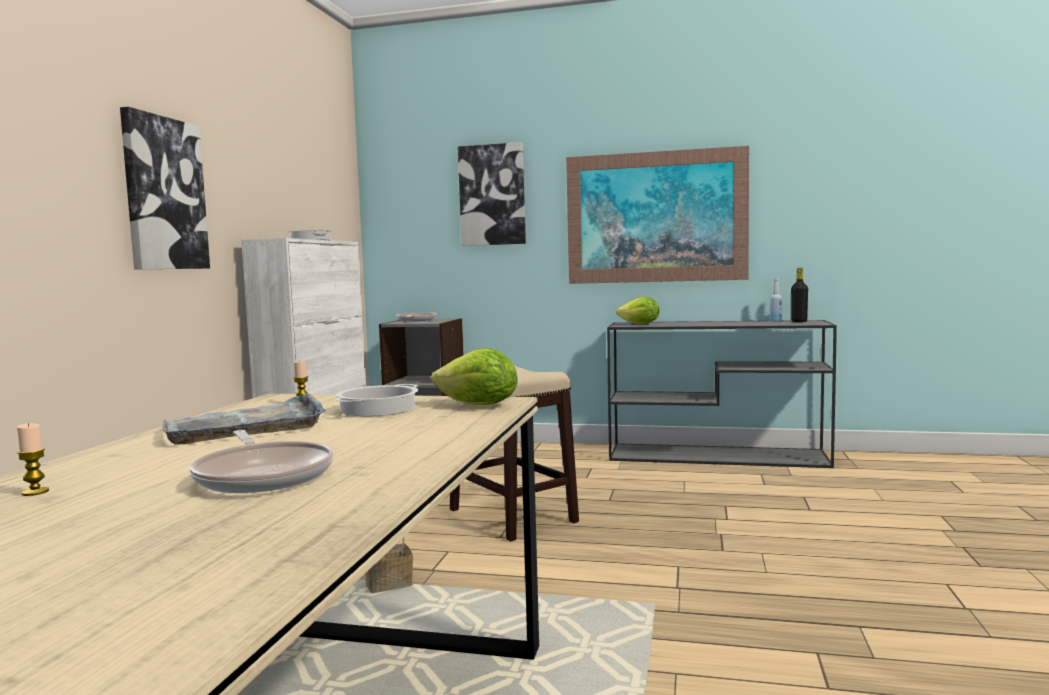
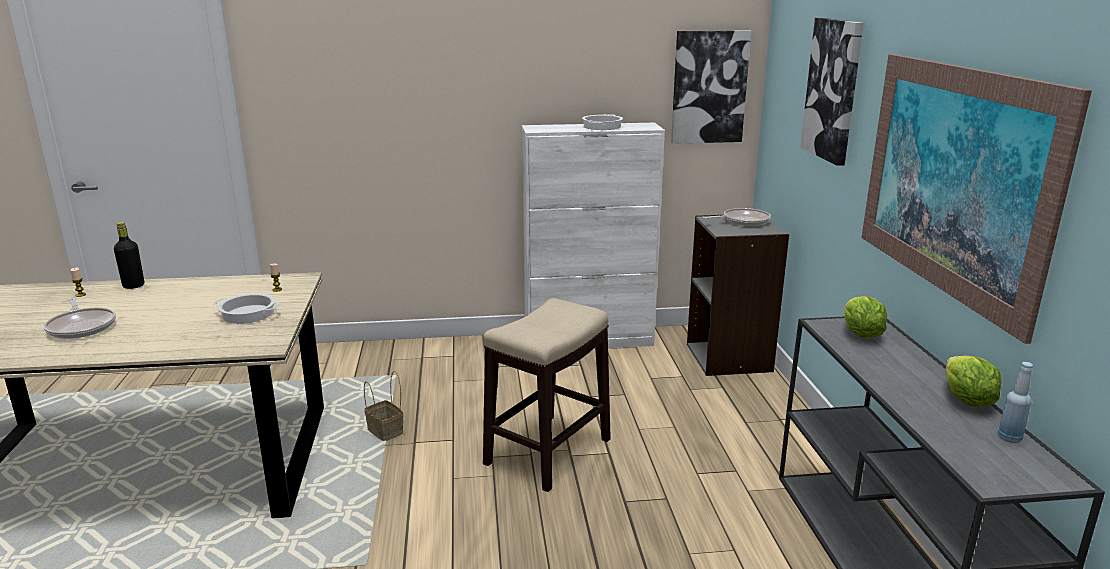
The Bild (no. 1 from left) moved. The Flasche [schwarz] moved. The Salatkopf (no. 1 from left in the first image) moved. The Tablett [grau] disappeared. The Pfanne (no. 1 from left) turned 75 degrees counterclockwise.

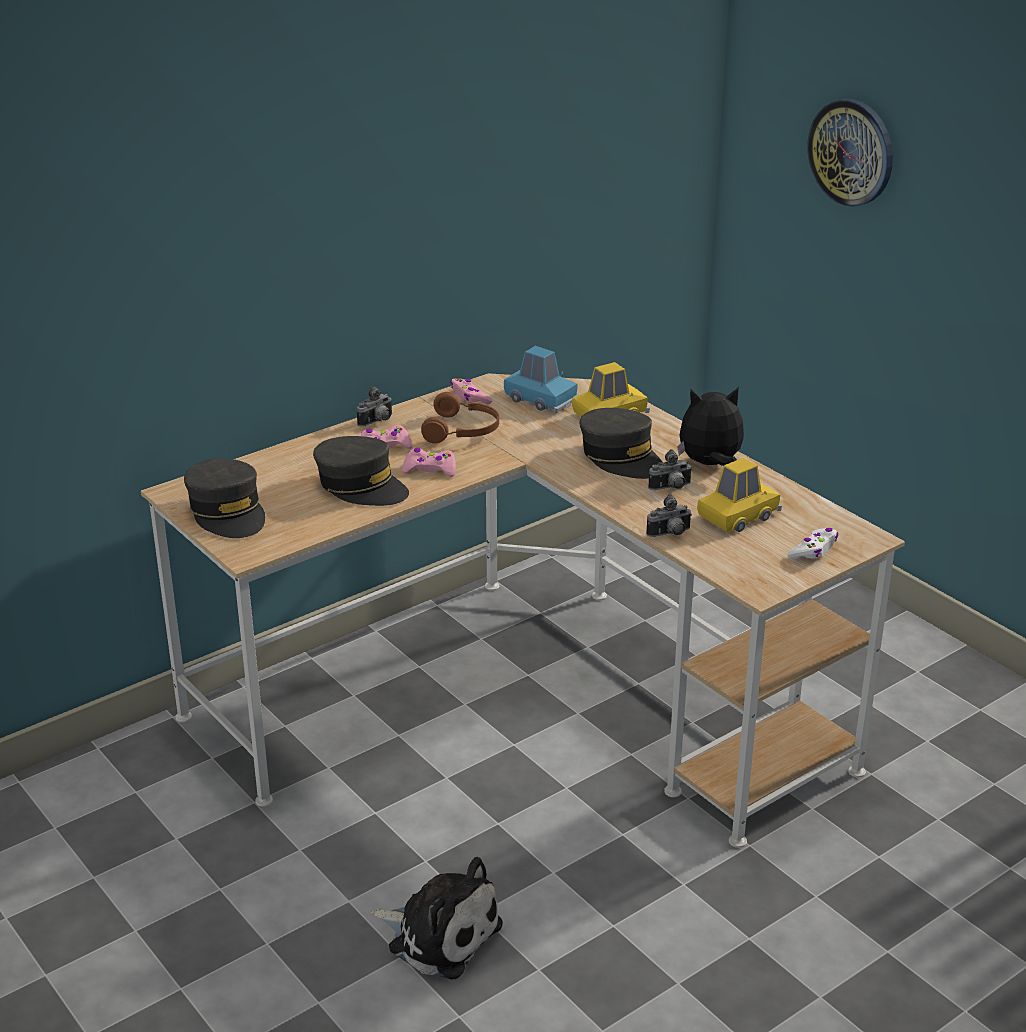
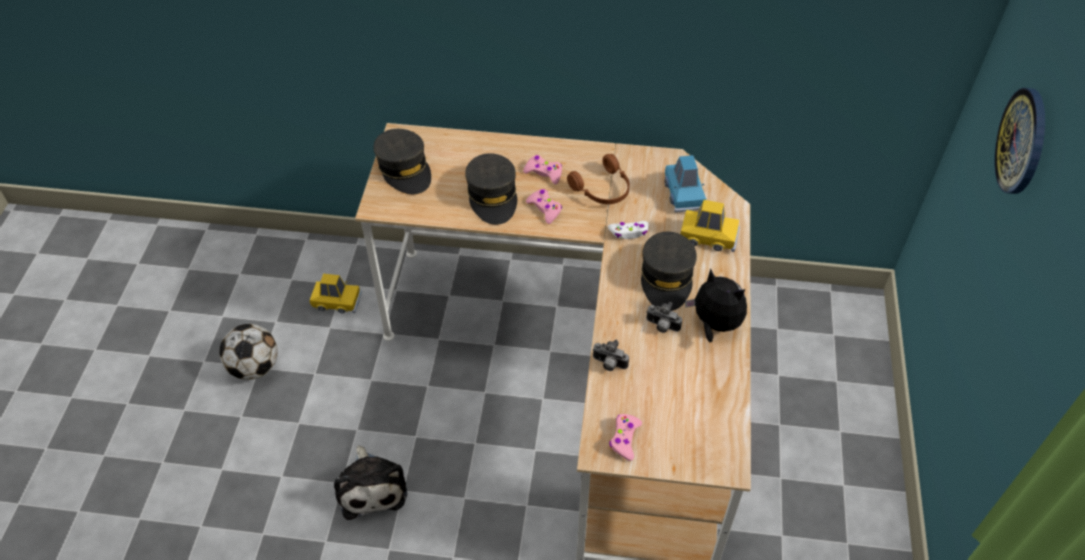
The Gamepad [rosa] (no. 3 from left) moved. The Kamera (no. 1 from left) disappeared. The Kappe [grau] (no. 1 from left) turned 45 degrees counterclockwise. The Spielzeugauto [gelb] (no. 2 from left in the first image) moved. The Gamepad [weiß] moved. The Fußball appeared.

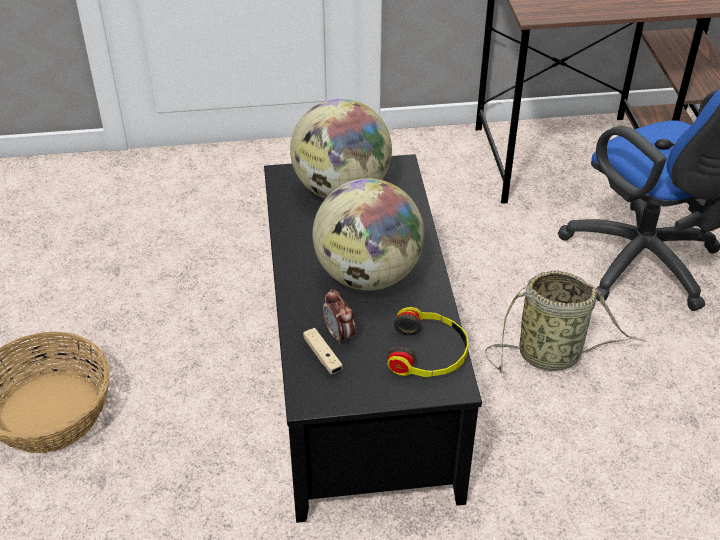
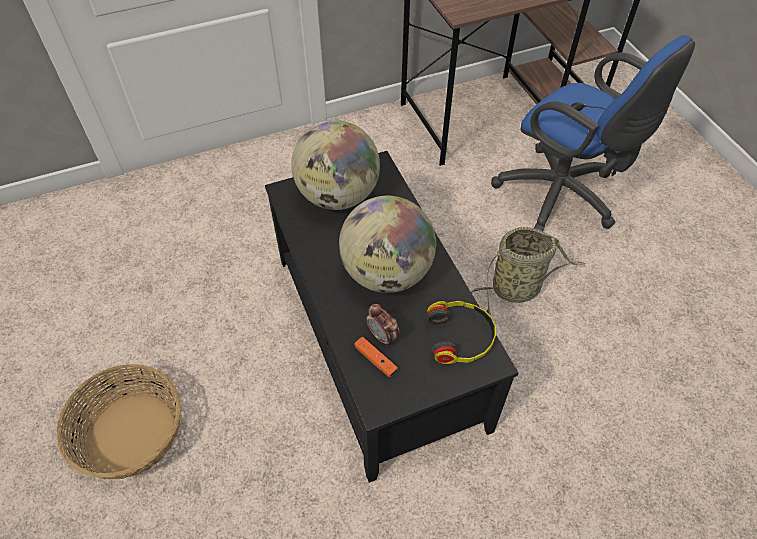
The Gamepad [beige] became the Gamepad [orange].

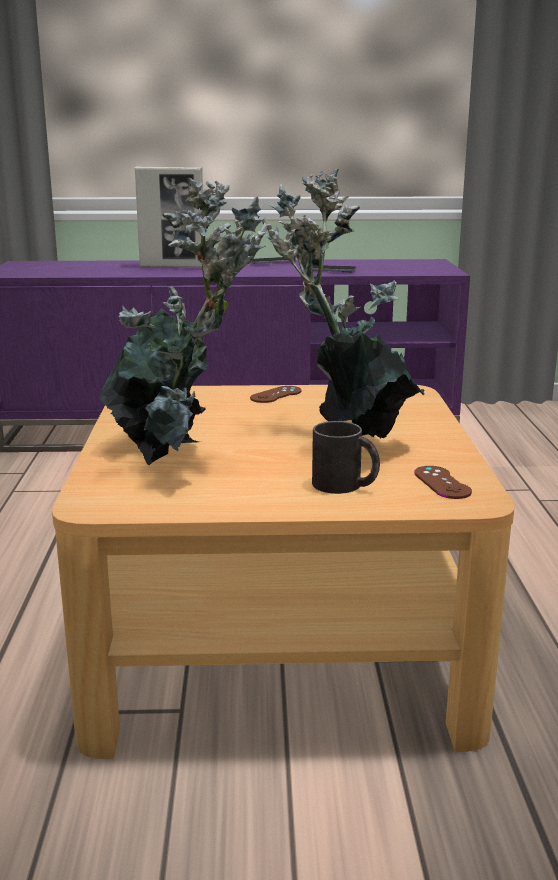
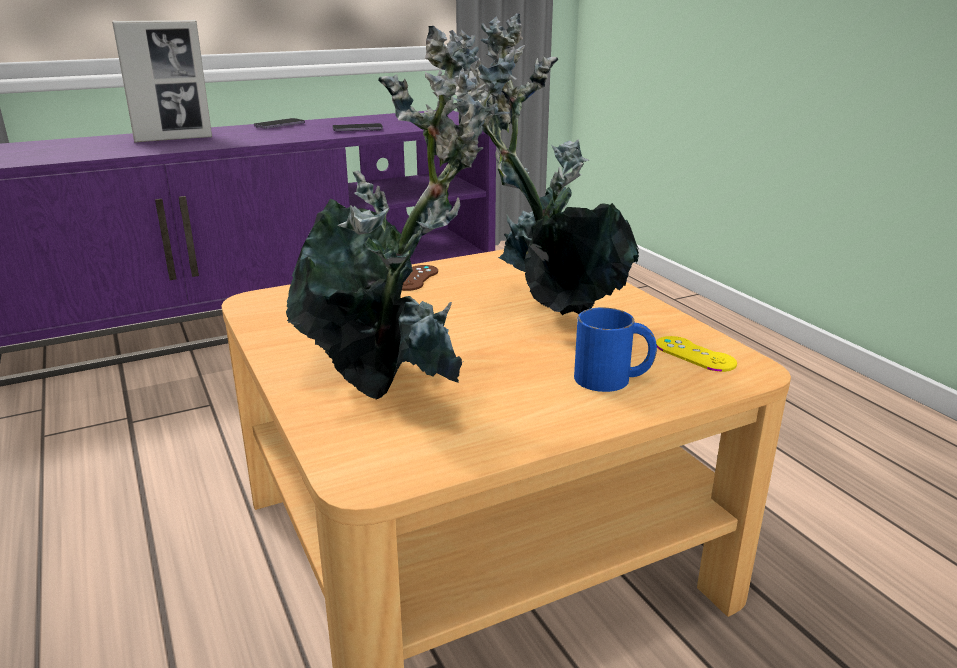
The Henkelbecher [schwarz] became the Henkelbecher [blau]. The Gamepad [braun] (no. 2 from left) became the Gamepad [gelb].

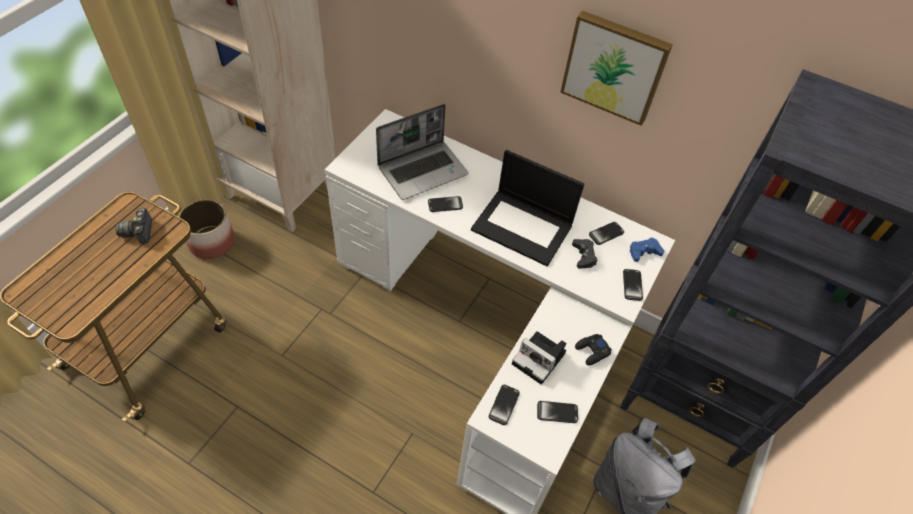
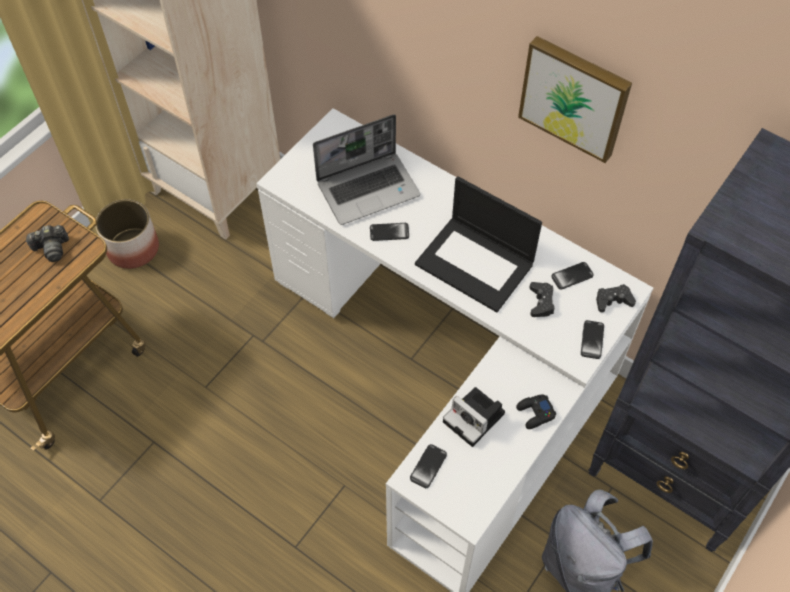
The Kamera (no. 1 from left) turned 105 degrees counterclockwise. The Gamepad [blau] became the Gamepad [schwarz] (no. 3 from left). The Handy (no. 3 from left) disappeared.

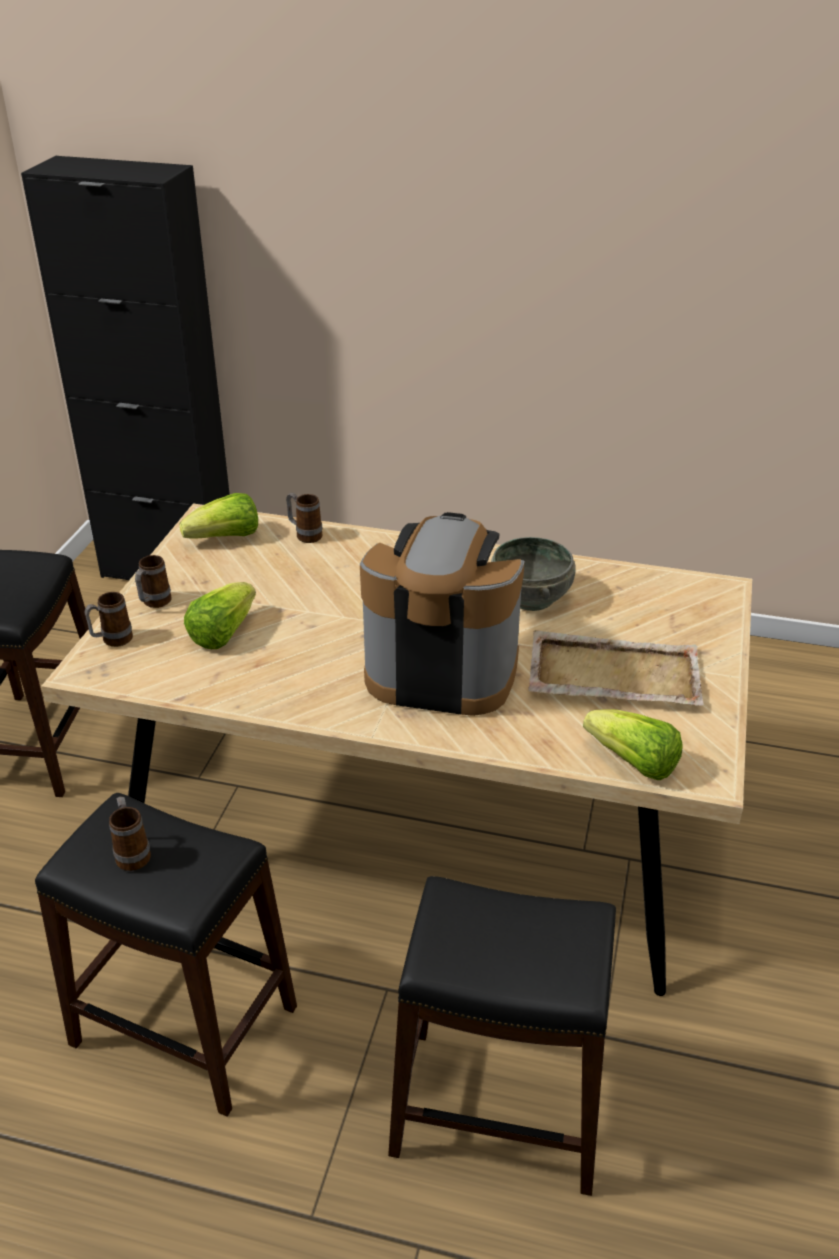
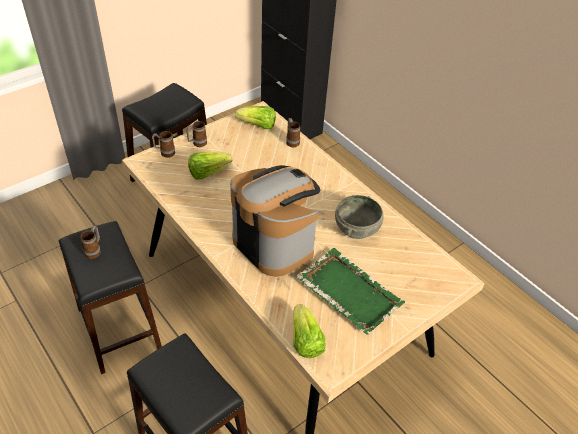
The Tablett [beige] became the Tablett [grün].

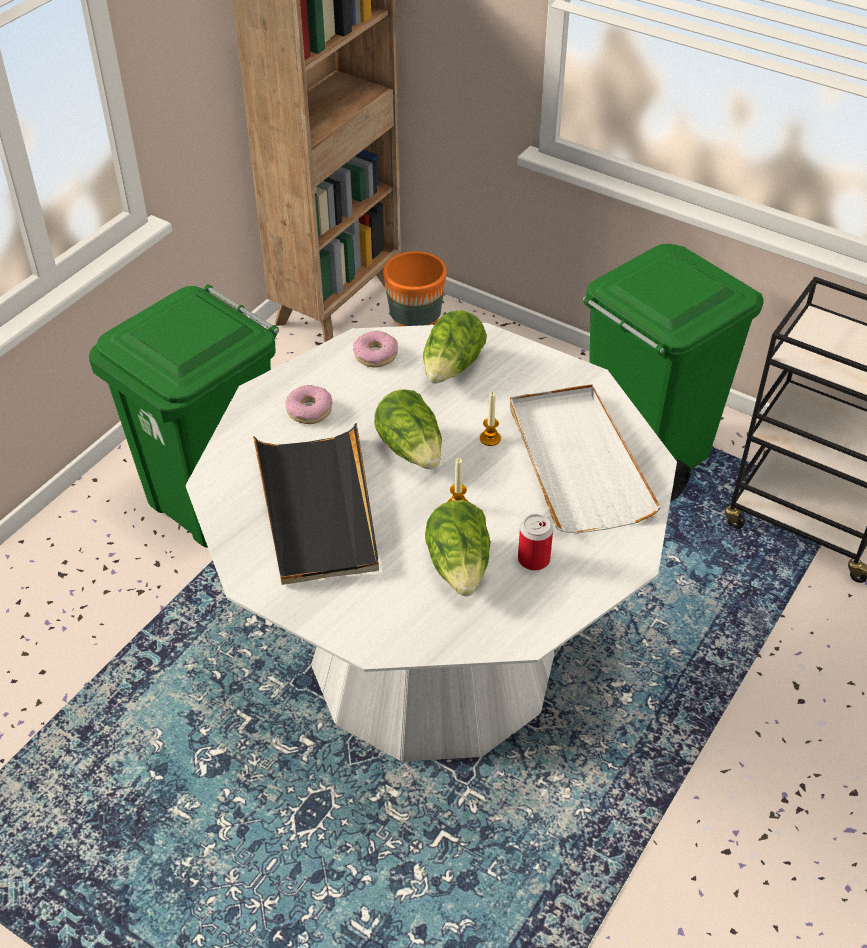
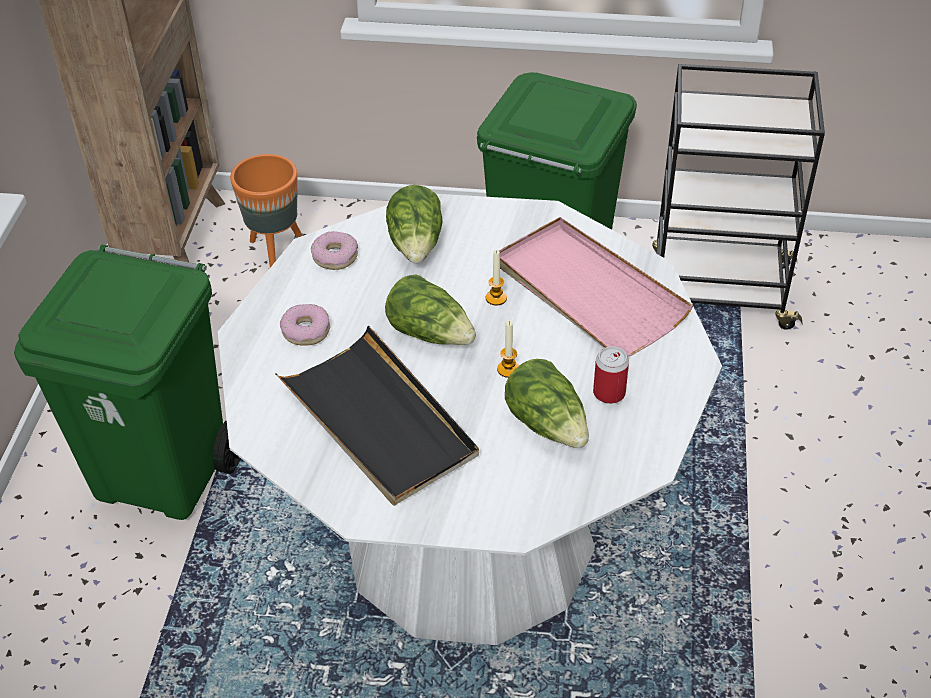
The Tablett [weiß] became the Tablett [rosa].

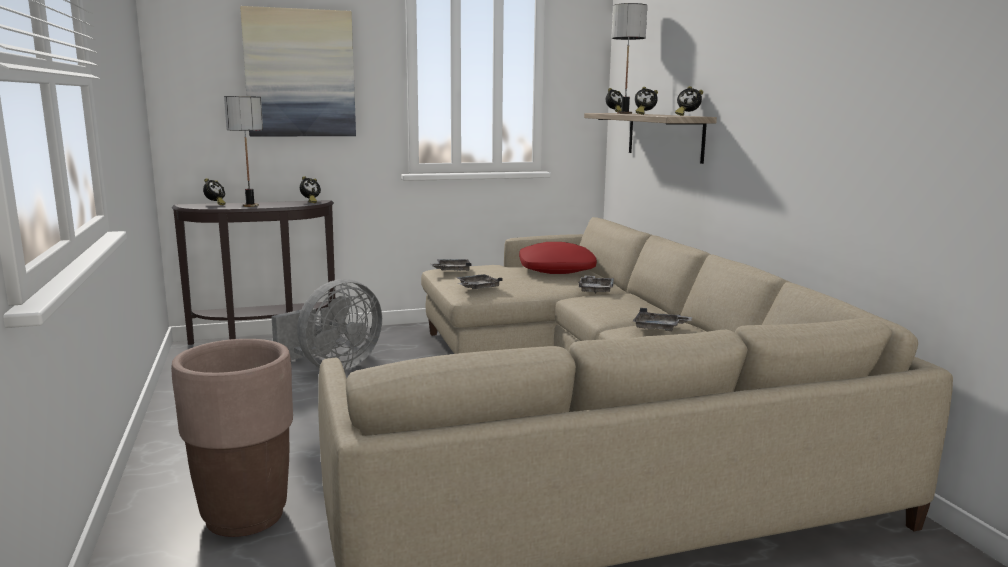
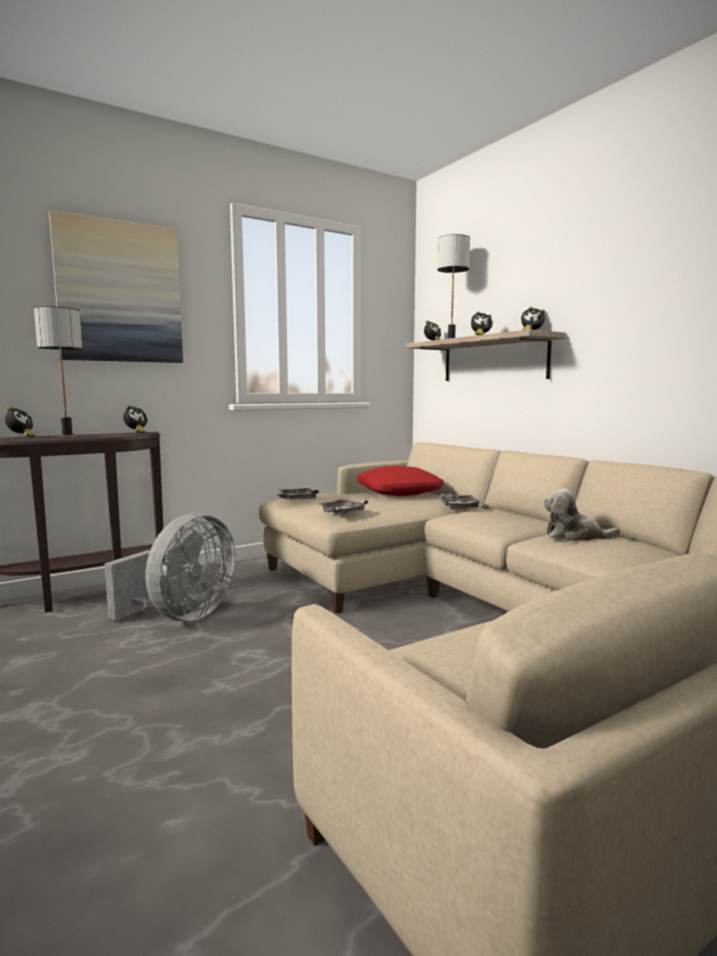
The Tablett [grau] (no. 4 from left) was replaced by the Plüschtier. The Pflanzkübel [braun] disappeared.

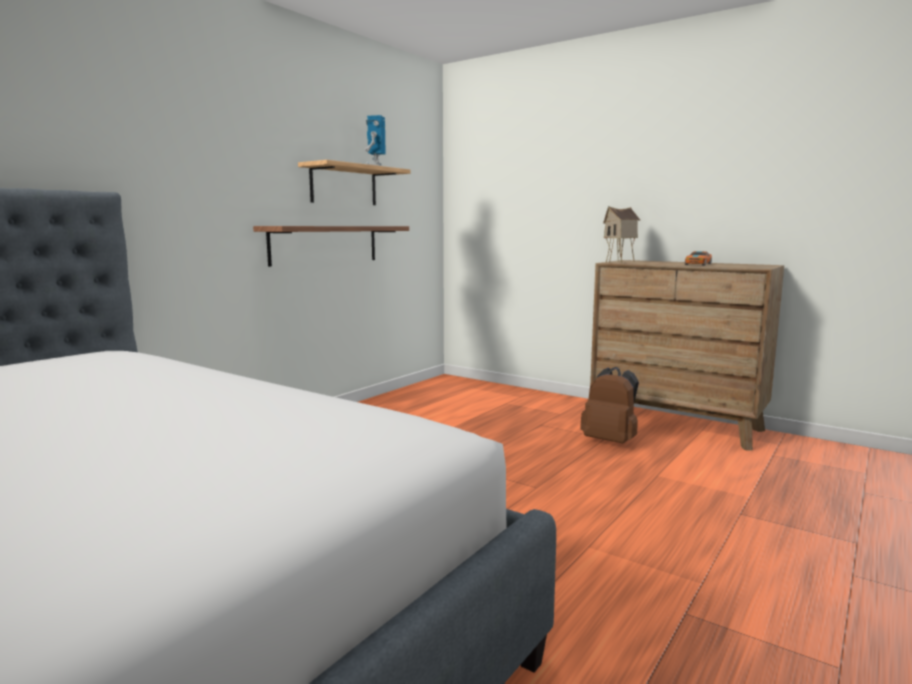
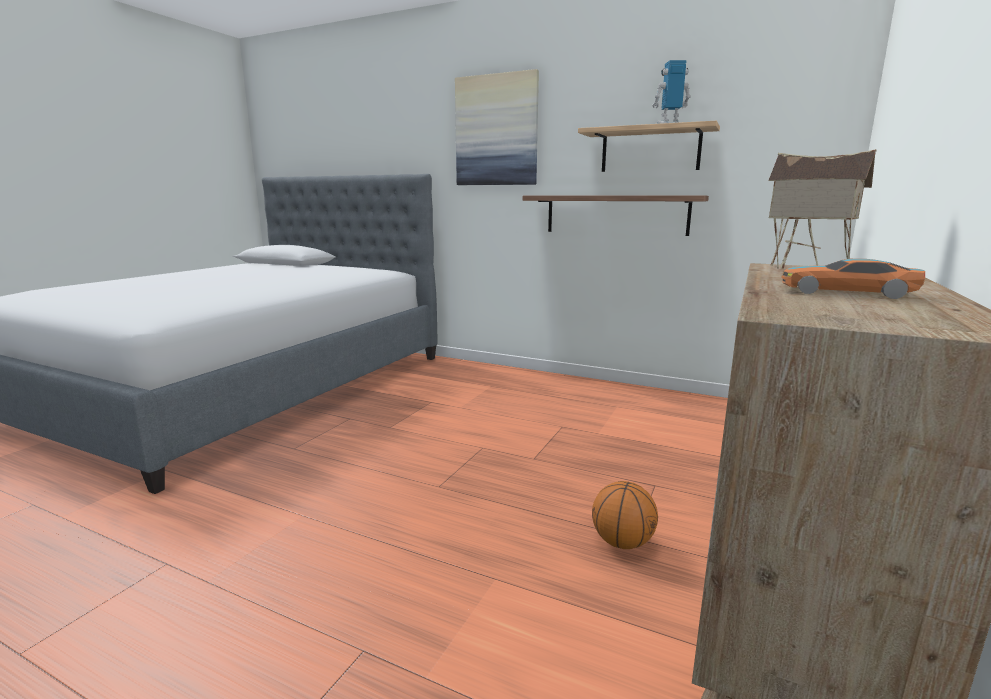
The Rucksack [braun] was replaced by the Basketball. The Bild appeared.

